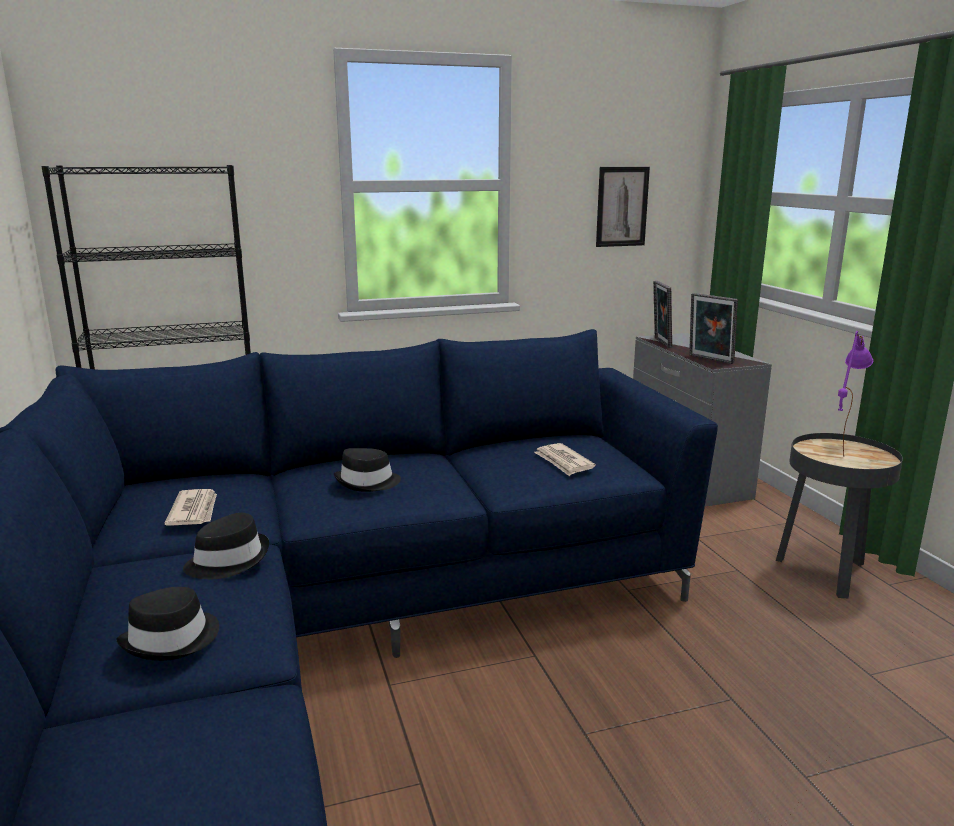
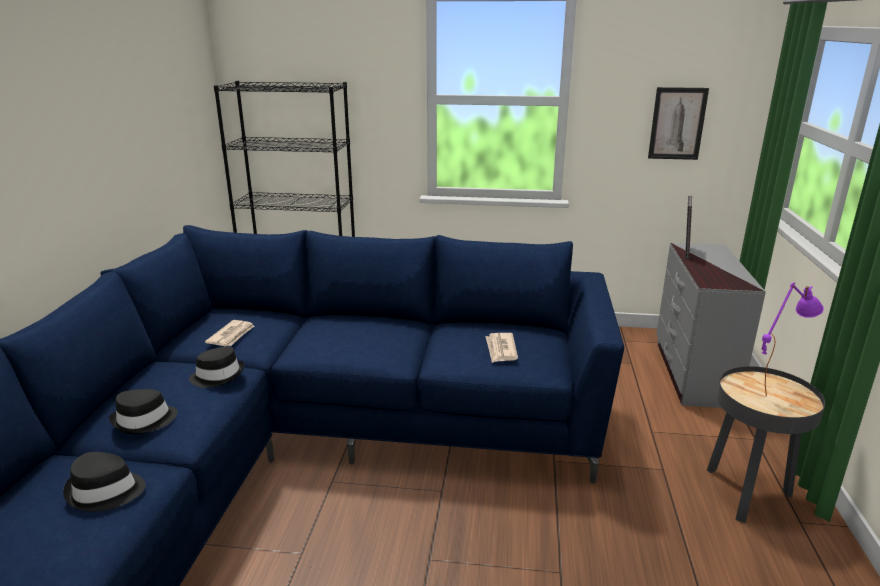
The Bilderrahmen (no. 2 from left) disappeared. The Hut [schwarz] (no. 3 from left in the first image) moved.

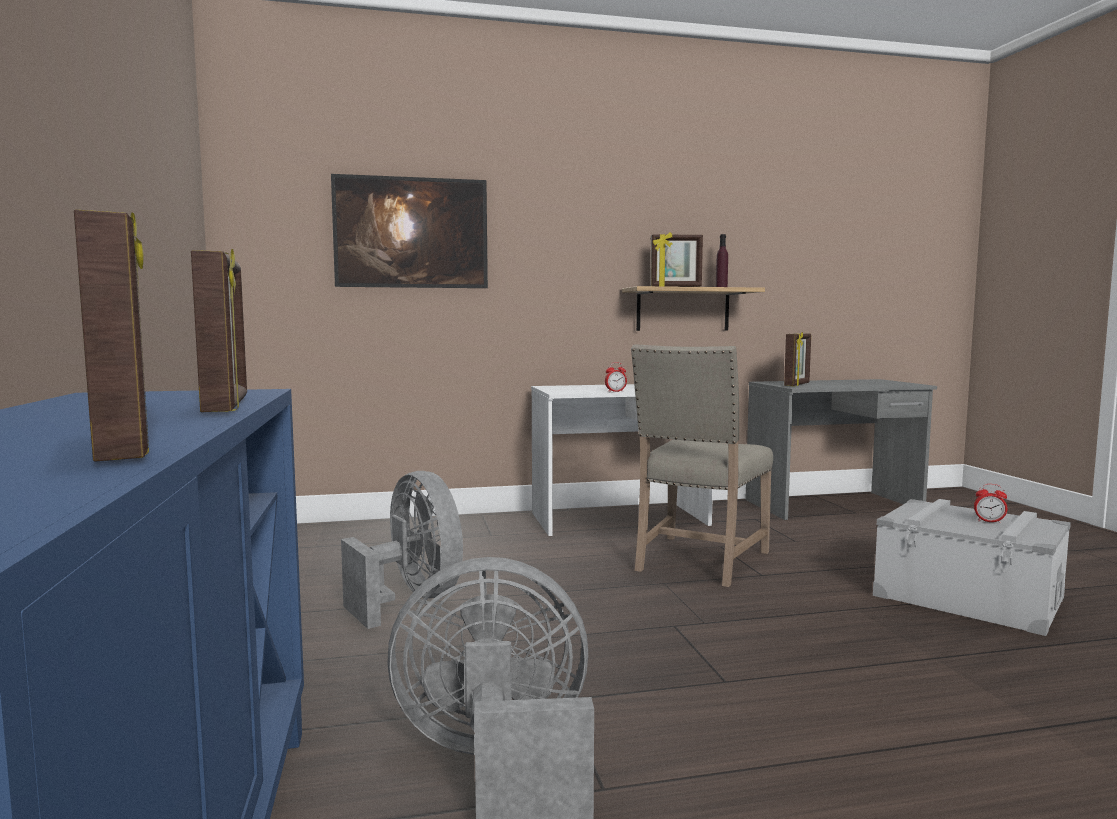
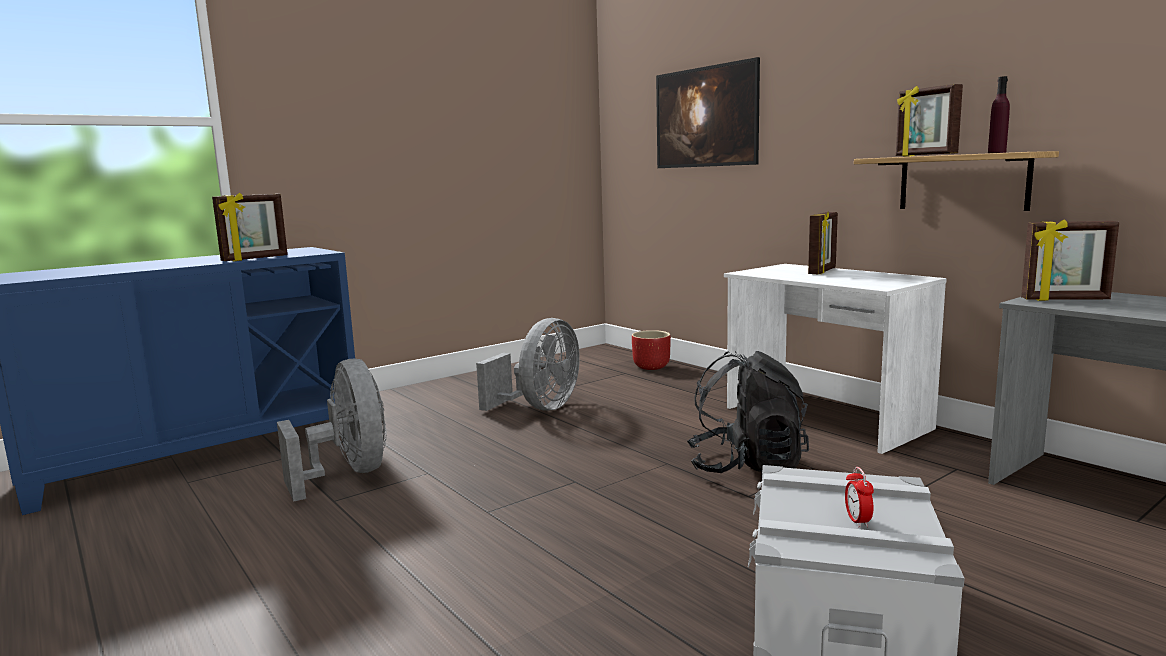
The Bilderrahmen (no. 1 from left in the first image) moved. The Stuhl [beige] was replaced by the Rucksack [schwarz]. The Wecker (no. 1 from left) disappeared. The Pflanzkübel [rot] appeared.

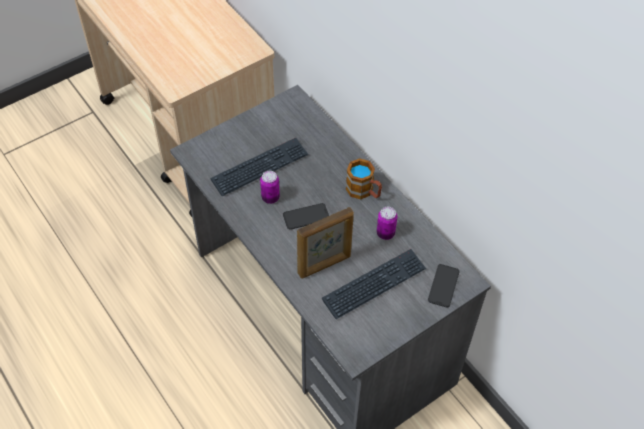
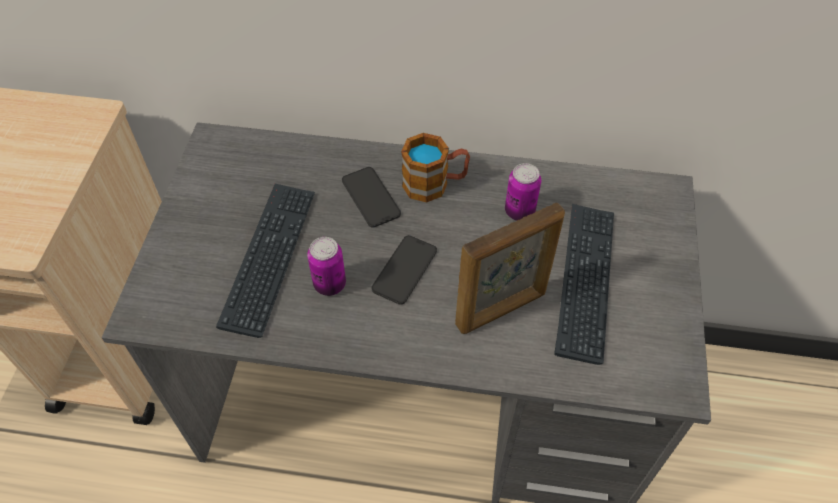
The Bilderrahmen turned 45 degrees clockwise. The Handy (no. 2 from left in the first image) moved.

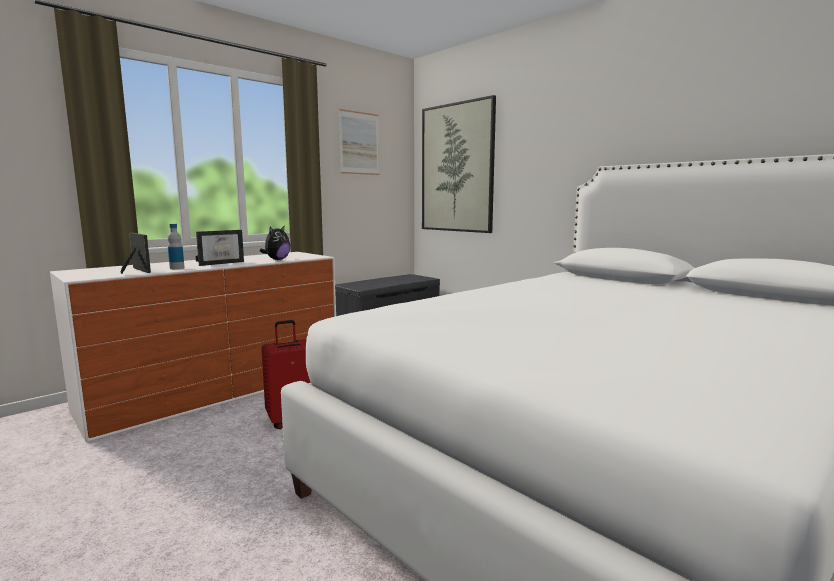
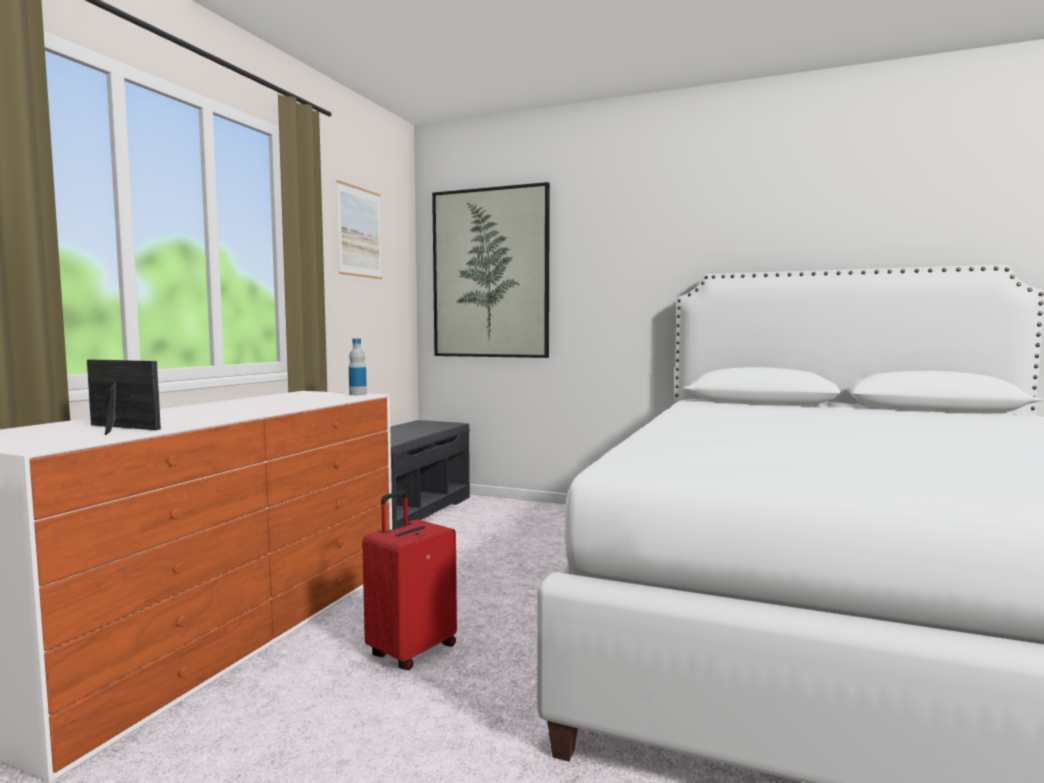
The Flasche moved. The Plüschtier disappeared. The Bilderrahmen (no. 2 from left) disappeared.

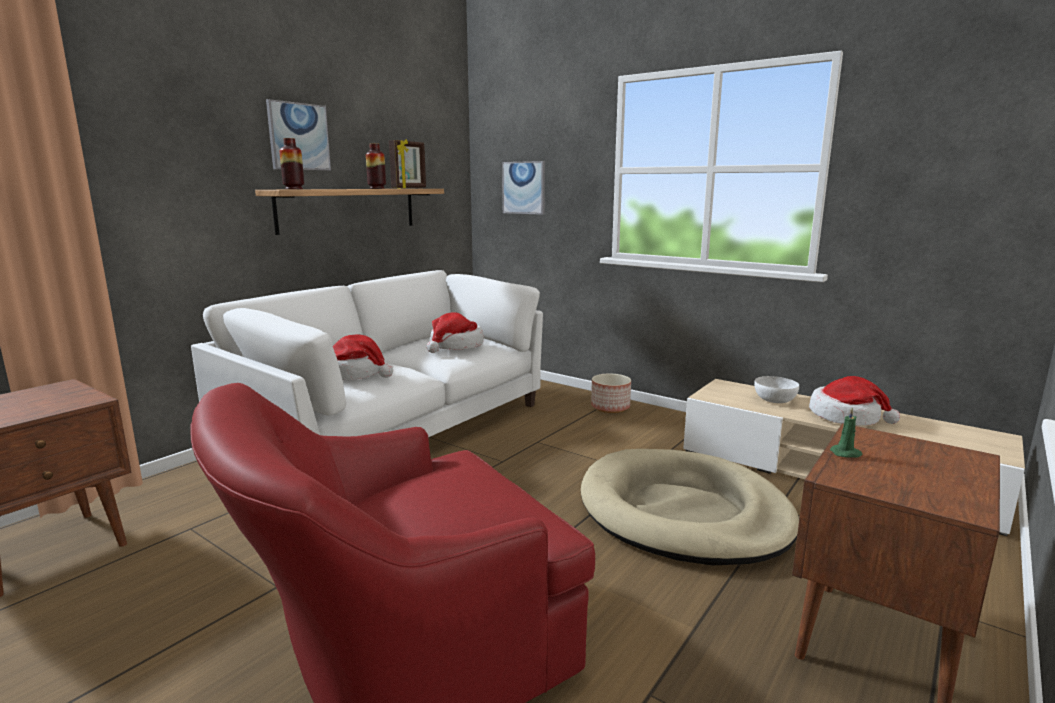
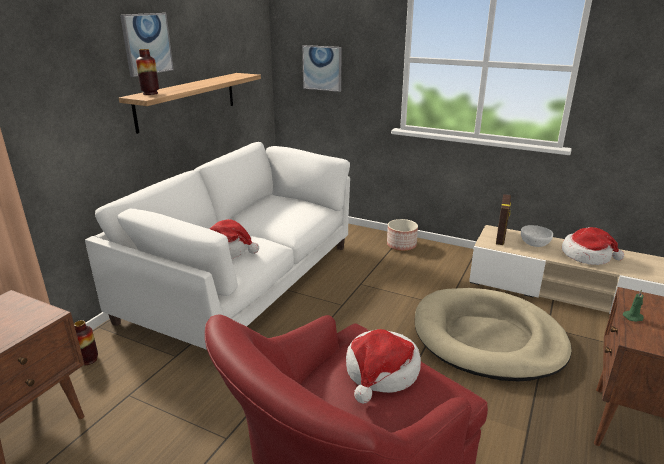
The Bilderrahmen moved. The Vase (no. 2 from left in the first image) moved. The Hut (no. 2 from left) moved.

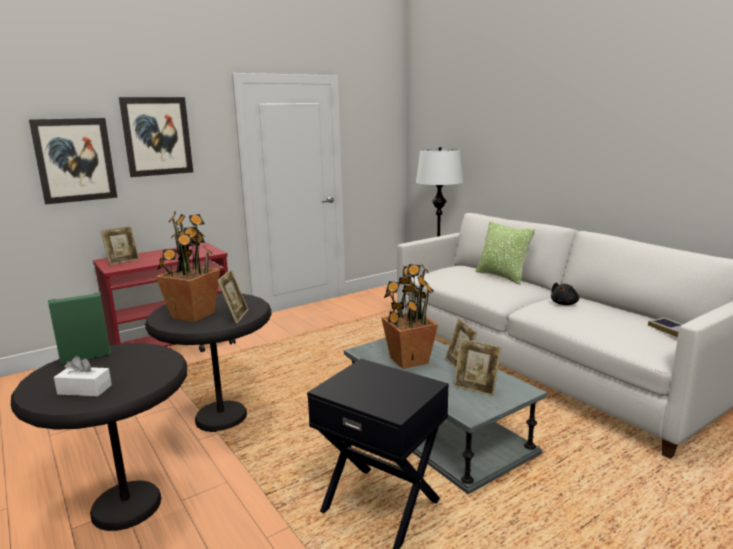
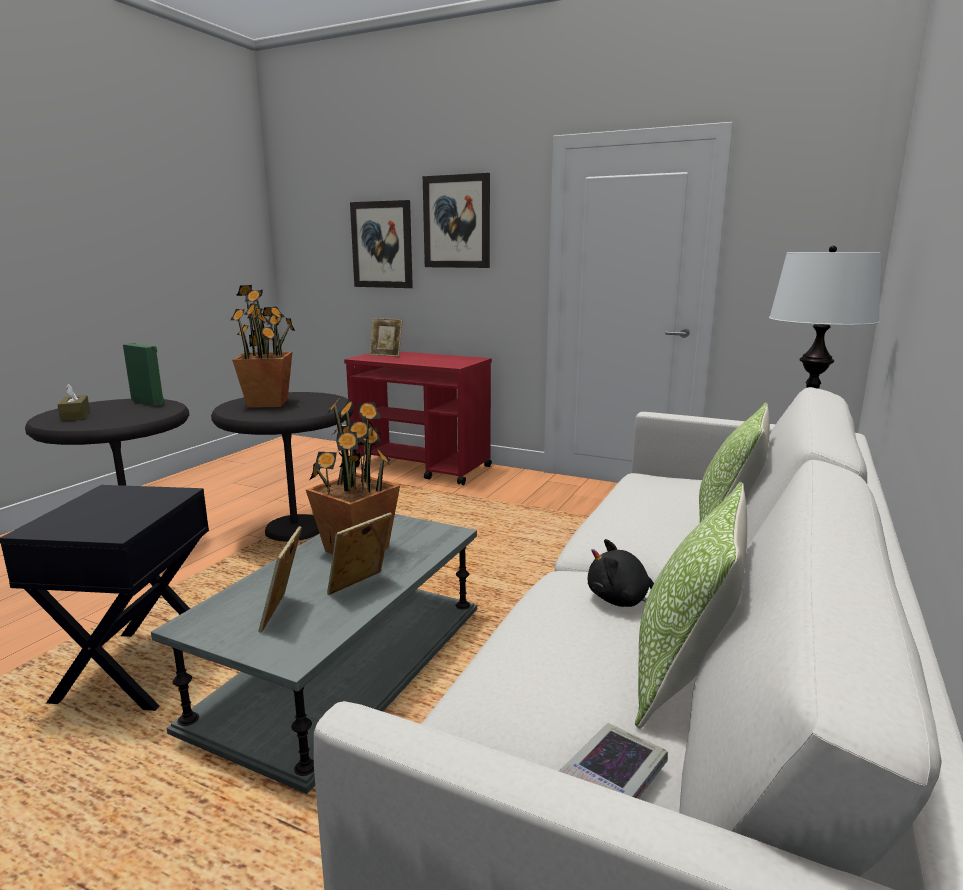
The Bilderrahmen (no. 2 from left) disappeared. The Taschentuchbox [weiß] became the Taschentuchbox [braun]. The Kissen (no. 1 from left) appeared.

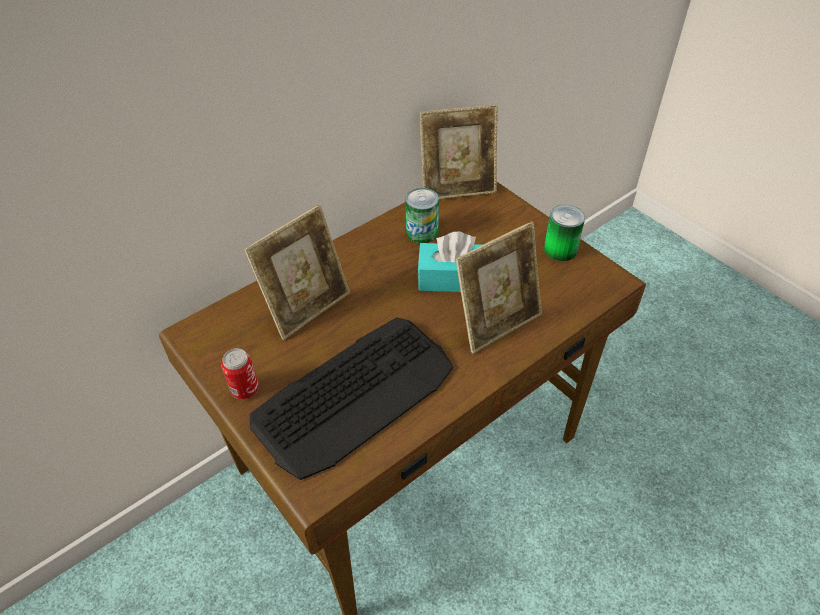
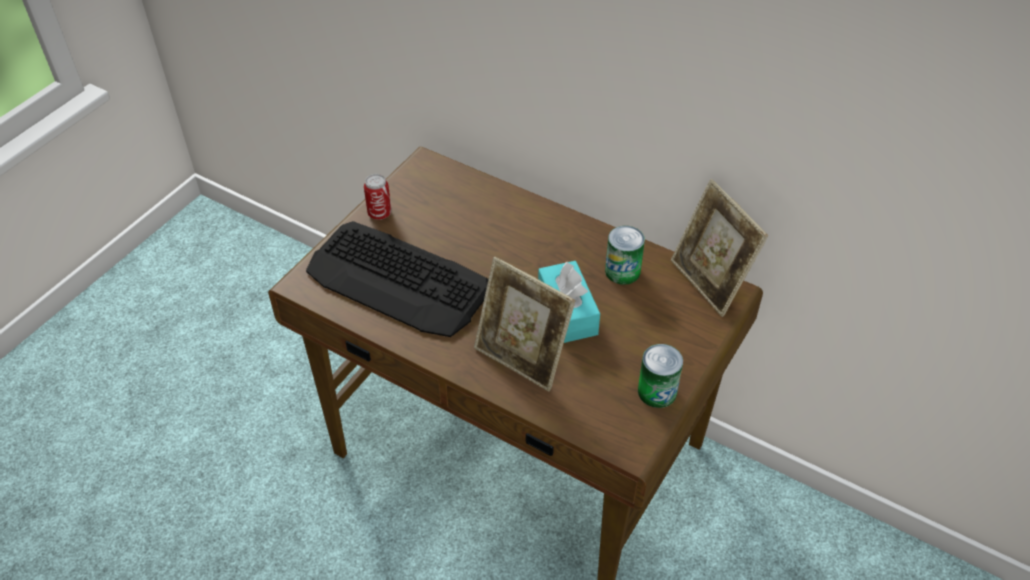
The Bilderrahmen (no. 1 from left) disappeared.

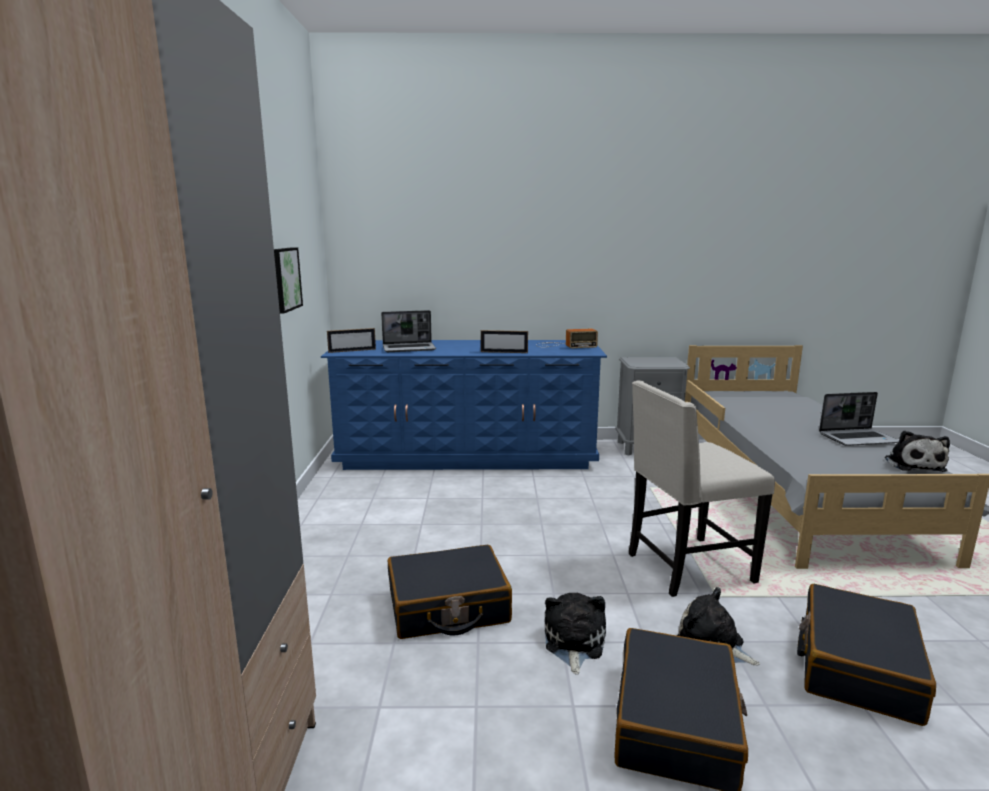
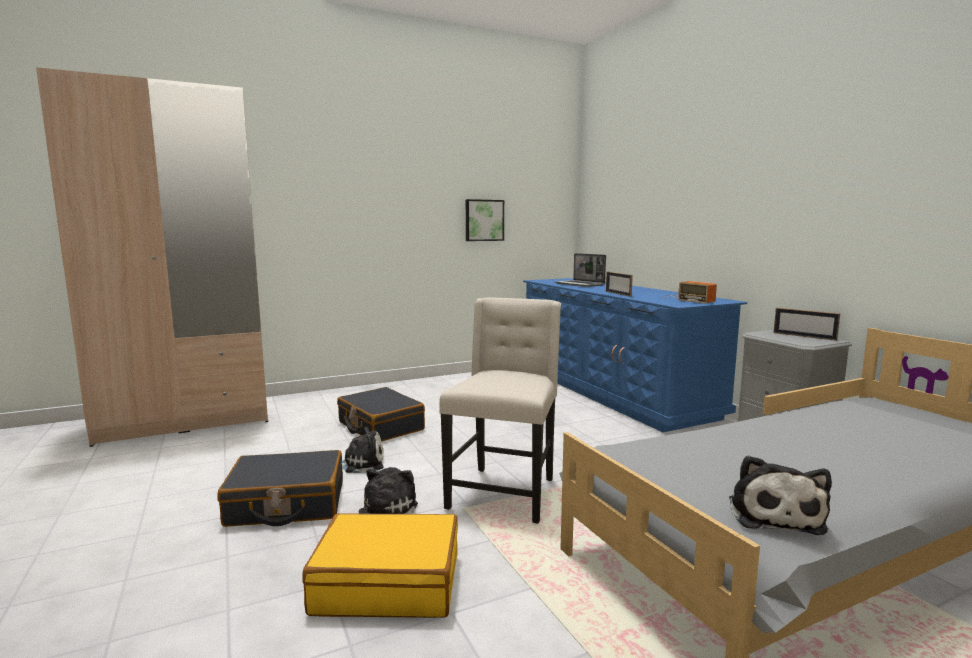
The Bilderrahmen (no. 1 from left in the first image) moved. The Stuhl [beige] turned 60 degrees clockwise. The Laptop (no. 2 from left) disappeared. The Plüschtier (no. 3 from left) turned 60 degrees counterclockwise. The Koffer [schwarz] (no. 3 from left) became the Koffer [gelb].

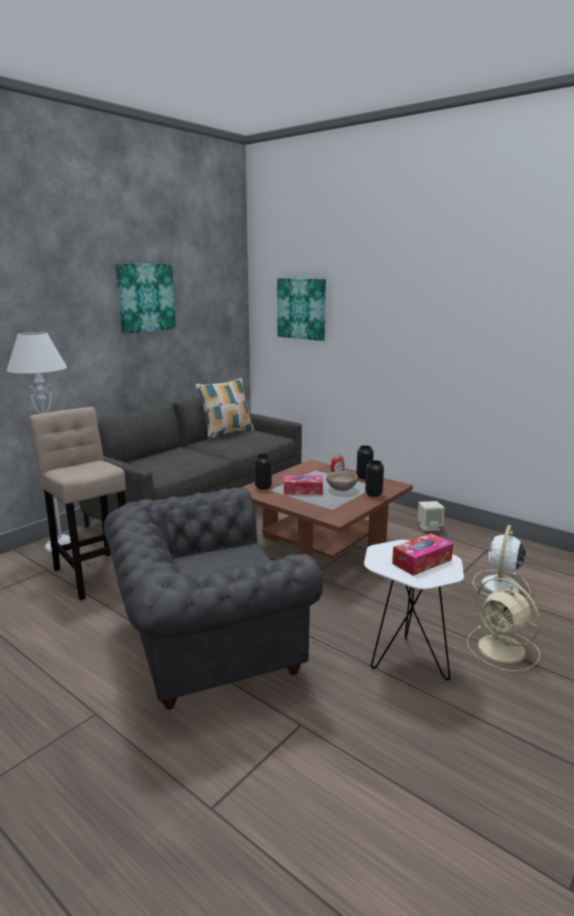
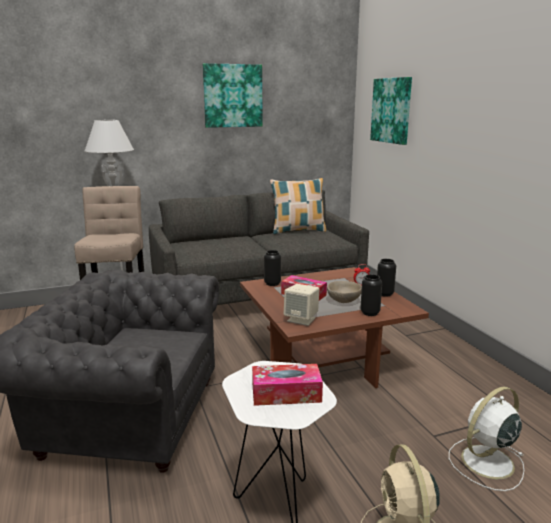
The Lautsprecher [beige] moved.

